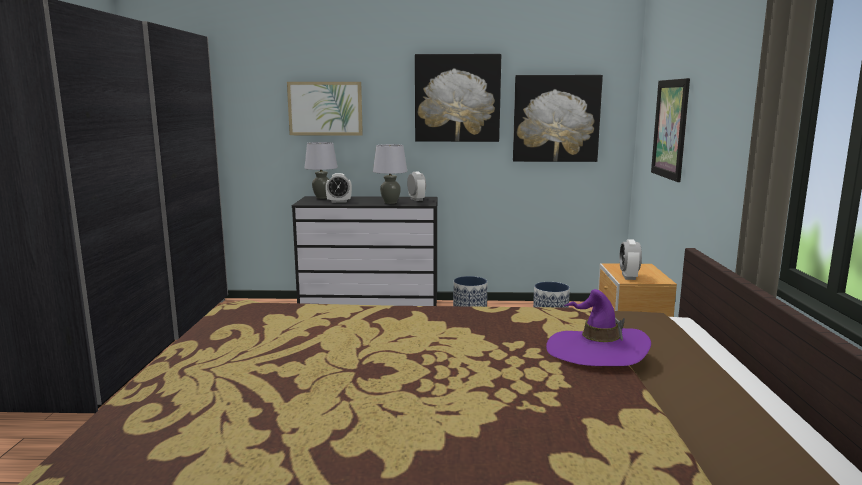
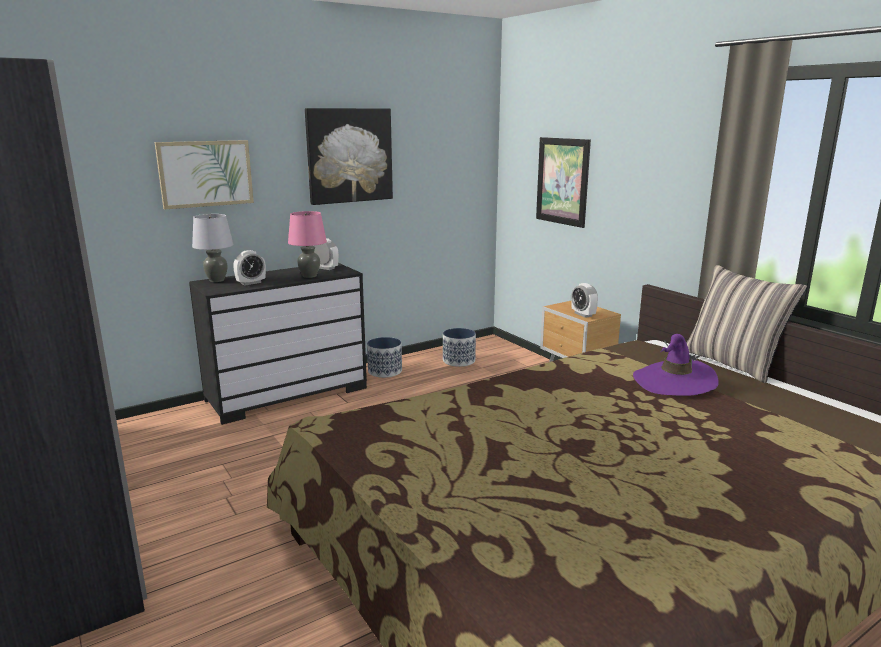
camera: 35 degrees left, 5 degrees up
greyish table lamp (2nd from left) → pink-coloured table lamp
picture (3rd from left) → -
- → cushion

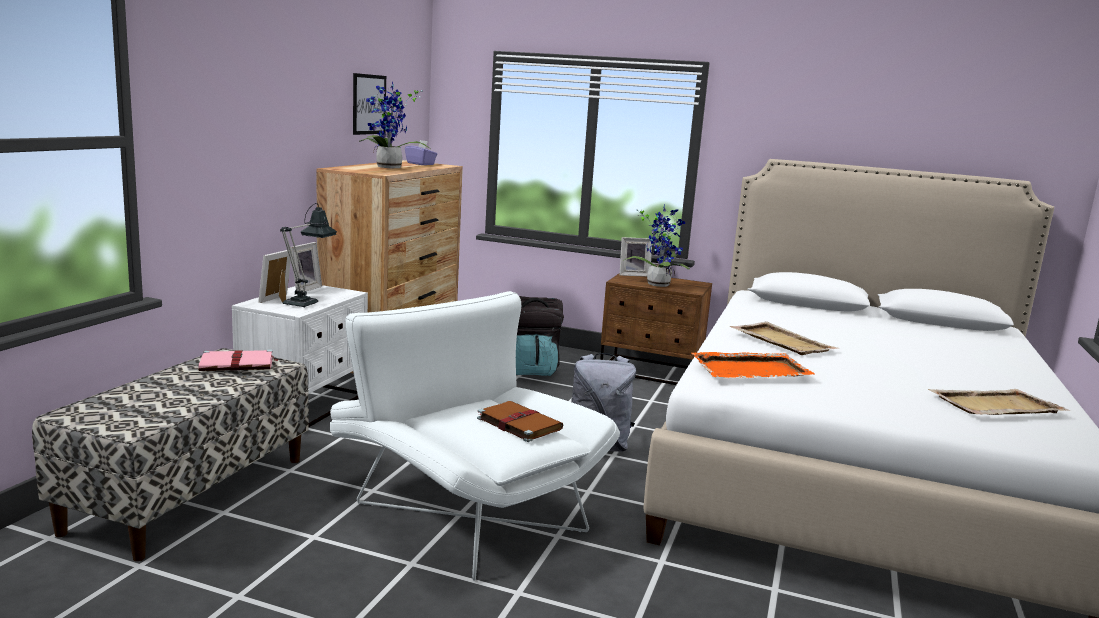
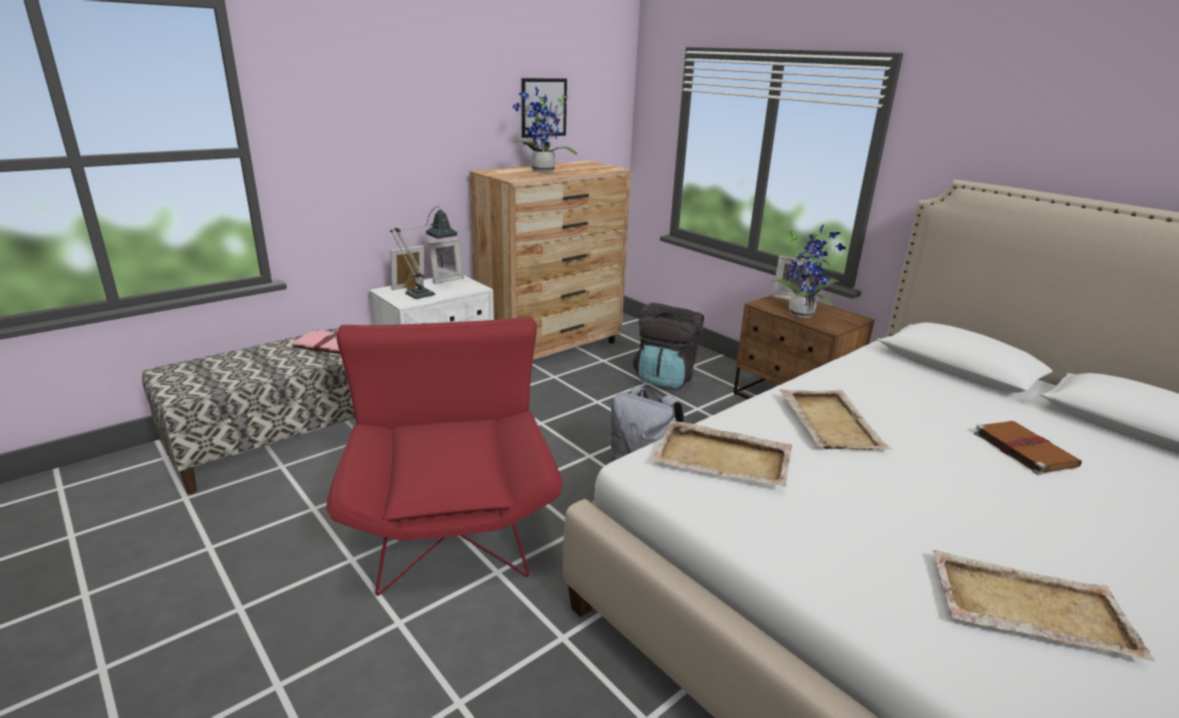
camera: 30 degrees right, 10 degrees up
white easy chair → reddish easy chair
purple tissue box → -
brown-coloured book, moved
orange-coloured serving tray → sand-coloured serving tray (1st from left)

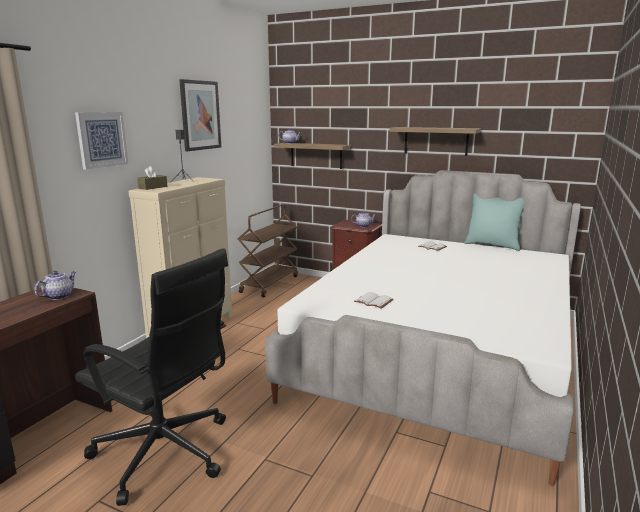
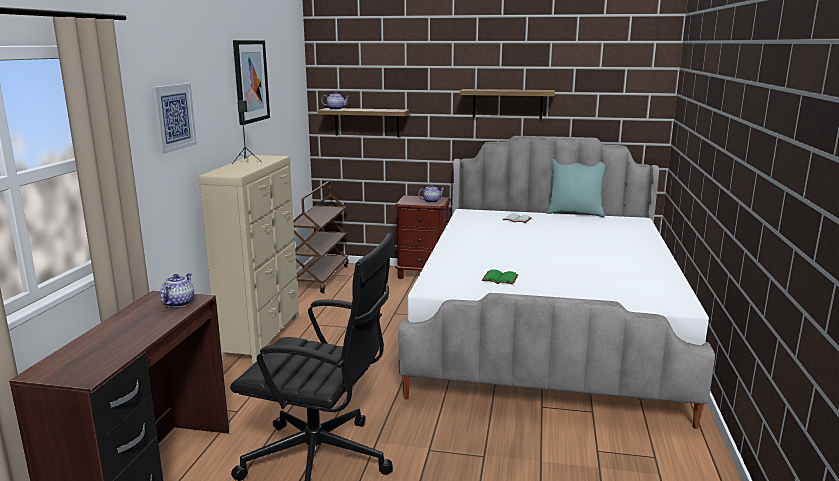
camera: 15 degrees left, 0 degrees up
brown-coloured tissue box → -
white book (1st from left) → green book

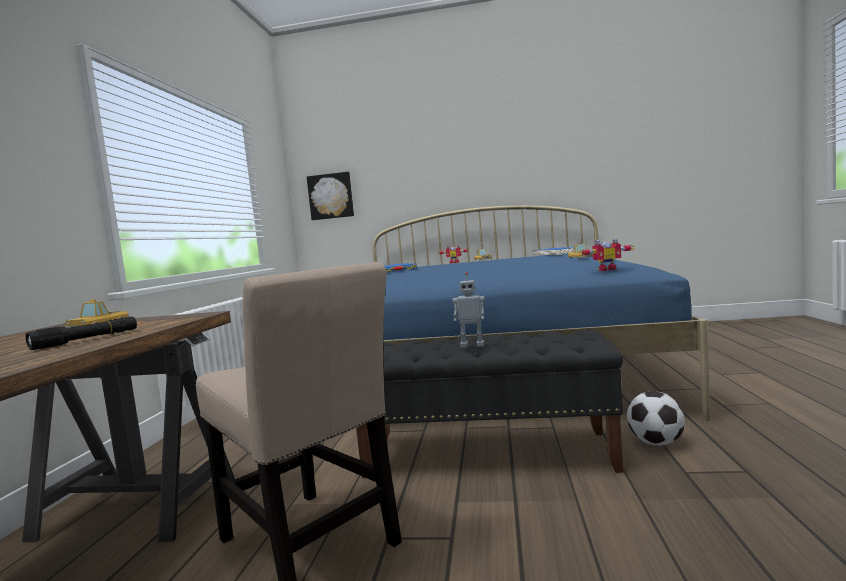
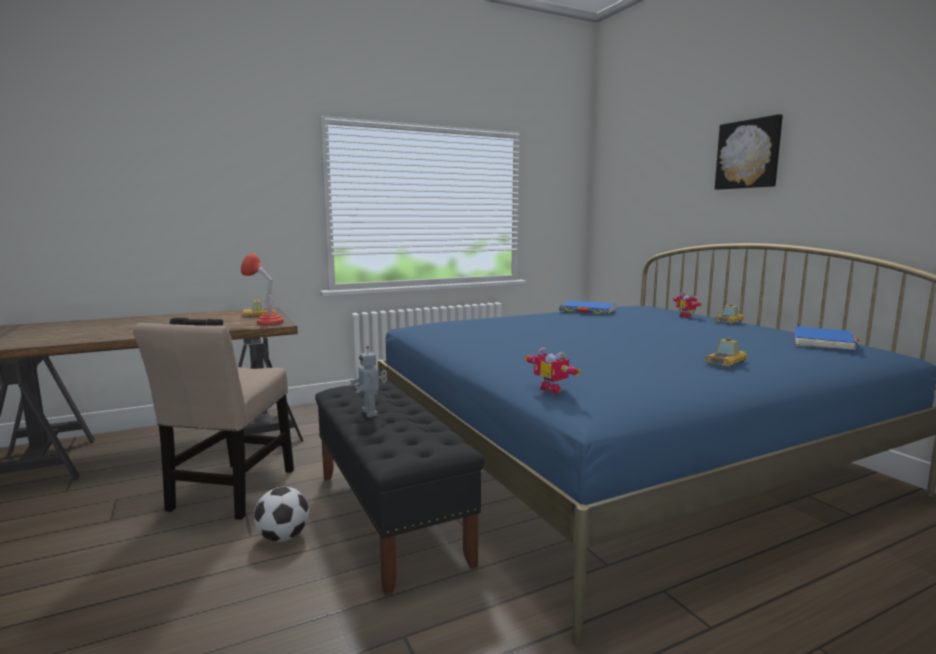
camera: 55 degrees right, 5 degrees up
picture, moved
ball for football, moved
- → reddish table lamp

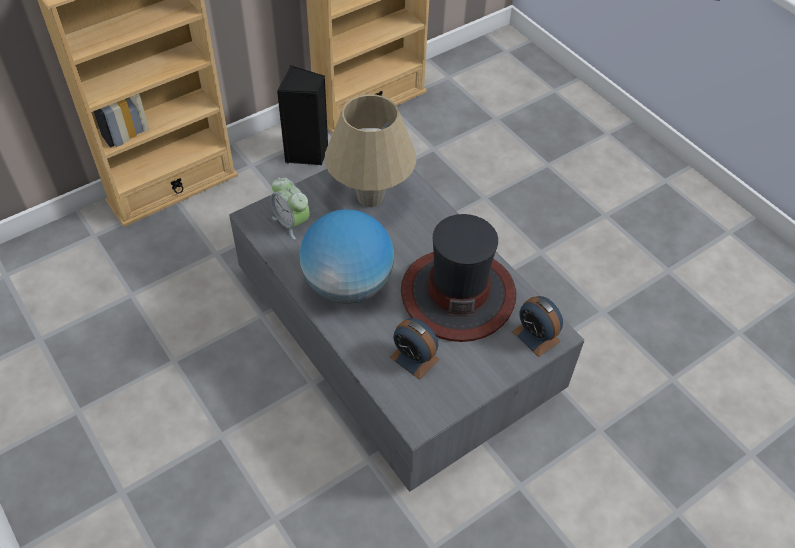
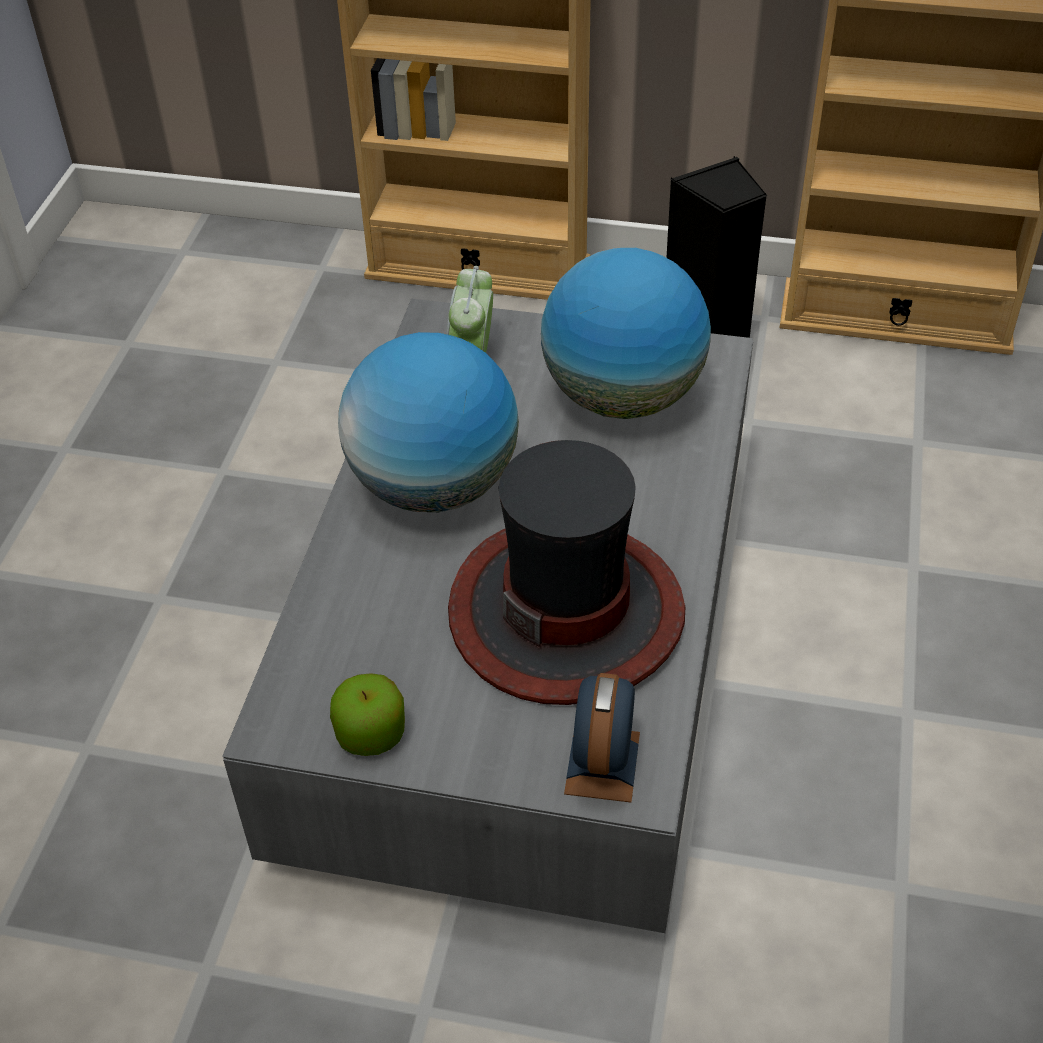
camera: 50 degrees right, 5 degrees down
sand-coloured table lamp → globe (2nd from left)
bedside clock (2nd from left) → -
- → whole apple

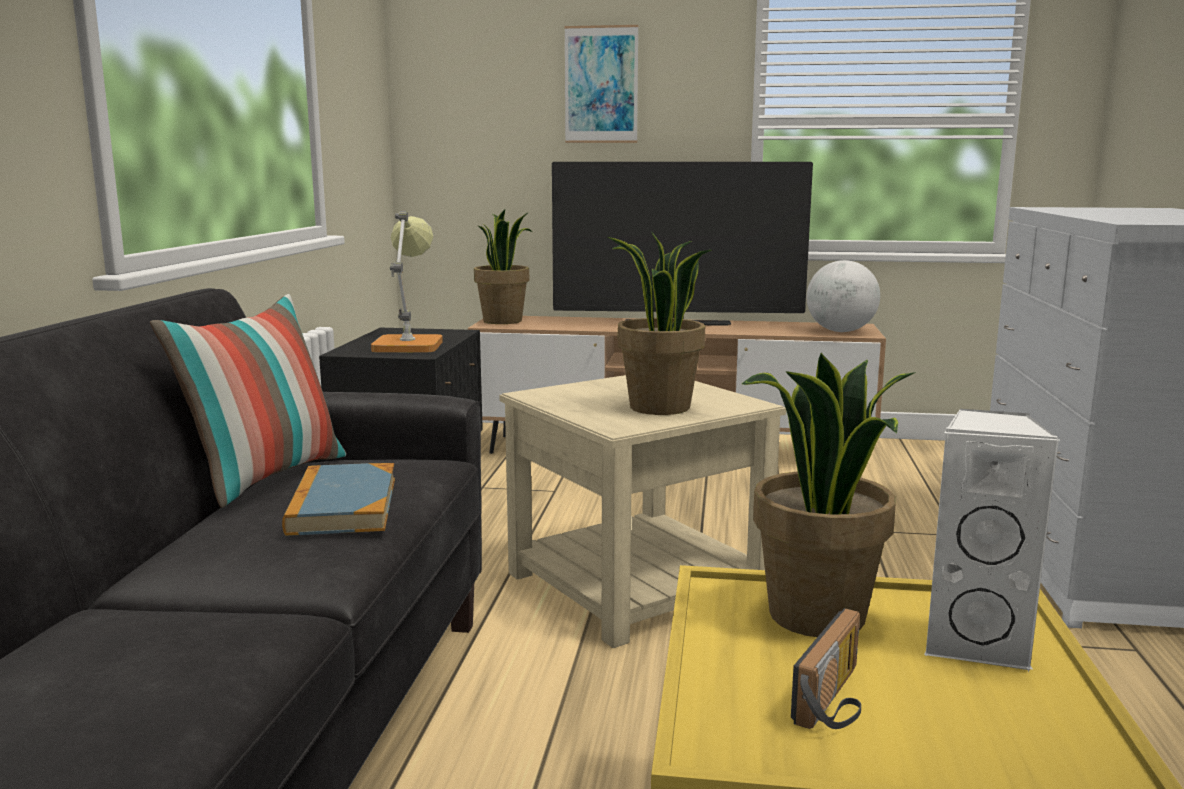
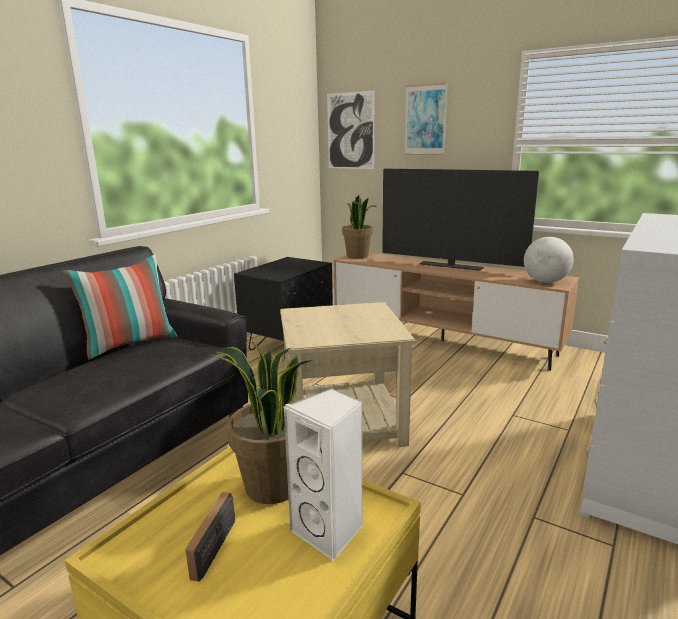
camera: 25 degrees right, 5 degrees up
book → -
table lamp → -
houseplant (2nd from left) → -
radio receiver, 135 degrees clockwise
- → picture (1st from left)

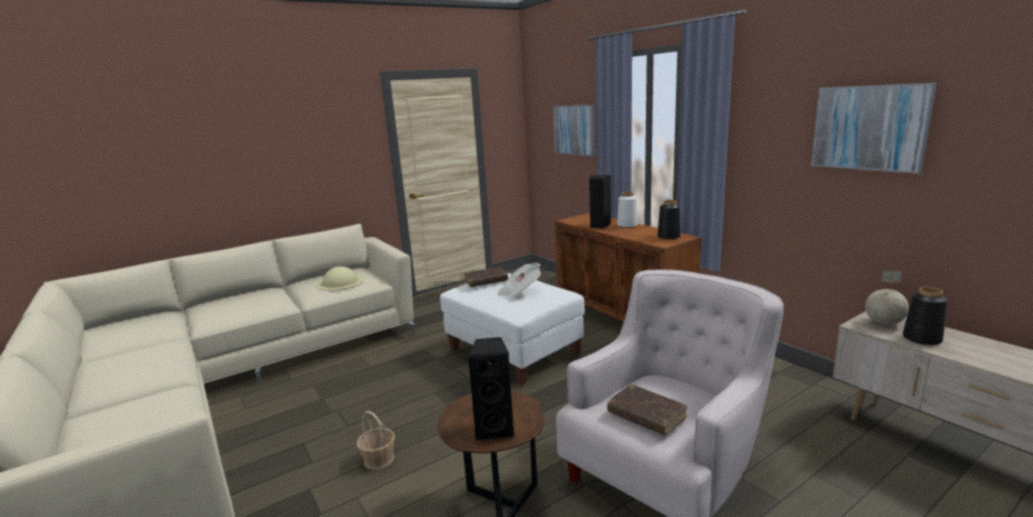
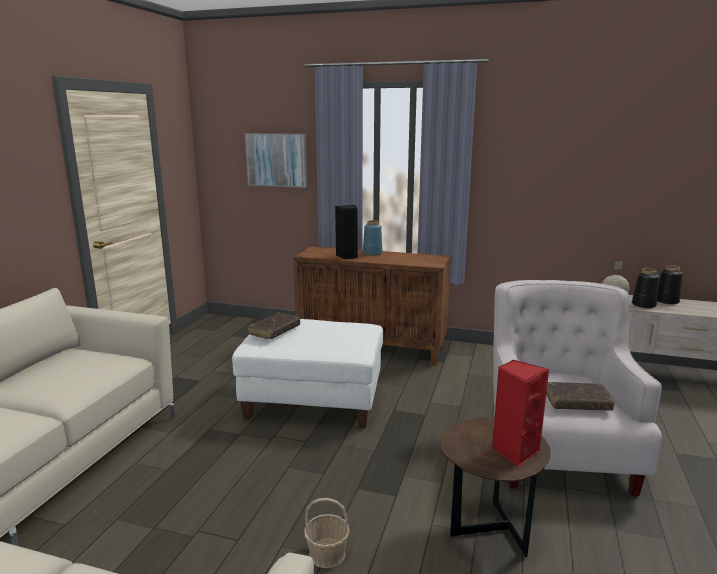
camera: 40 degrees left, 0 degrees up
sand-coloured clothing hat → -
black-coloured speaker (1st from left) → reddish speaker
newspaper → -
white vase → bluish vase
black-coloured vase (1st from left in the first image) → black-coloured vase (2nd from left), moved
picture (2nd from left) → -

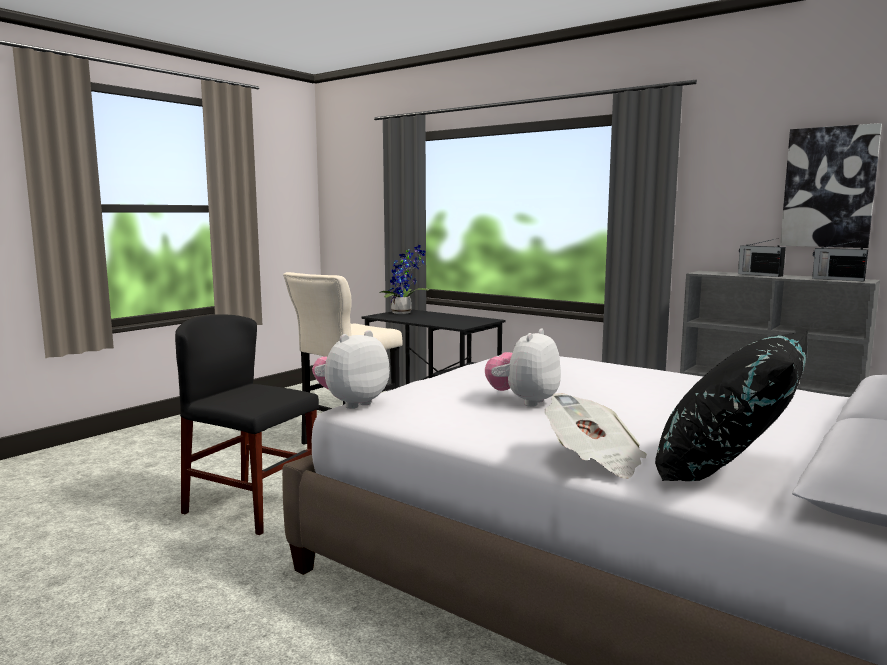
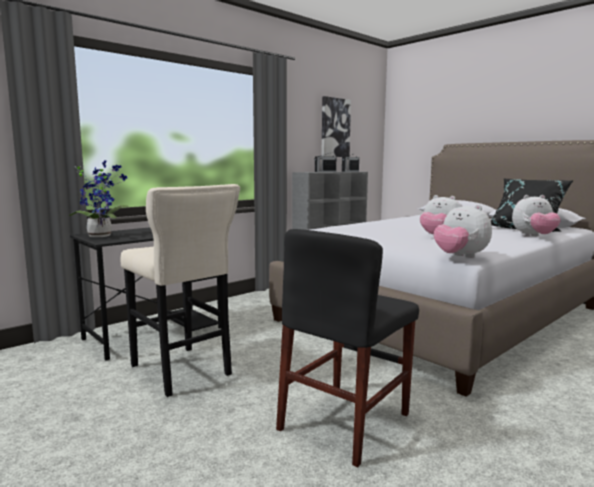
camera: 80 degrees left, 0 degrees up
newspaper → soft toy (3rd from left)

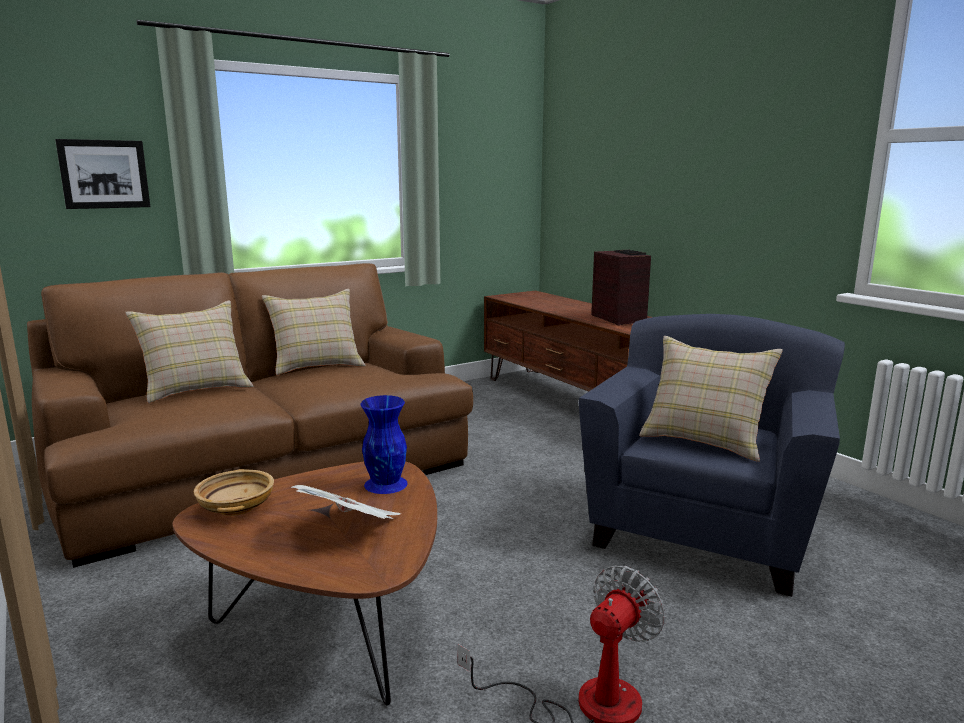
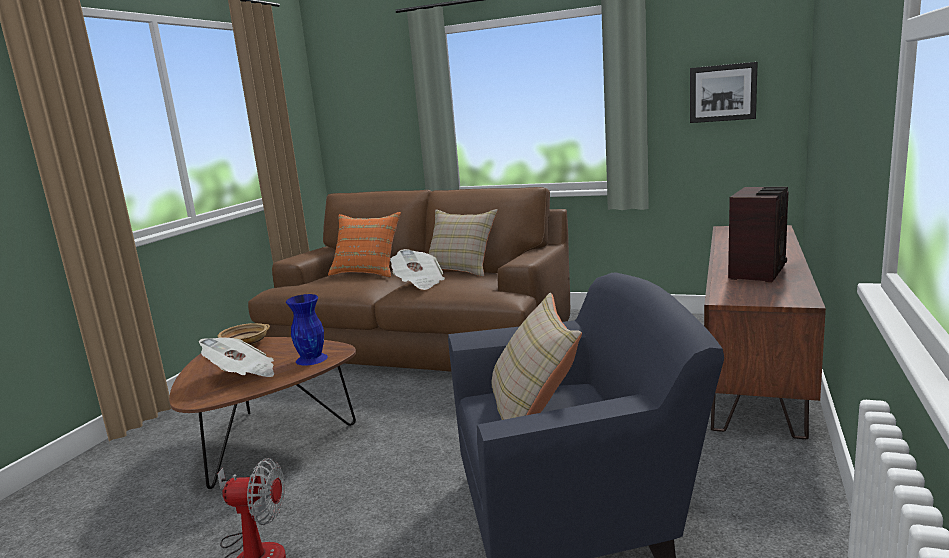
camera: 55 degrees right, 0 degrees up
picture, moved
sand-coloured cushion (1st from left) → orange-coloured cushion
- → newspaper (2nd from left)

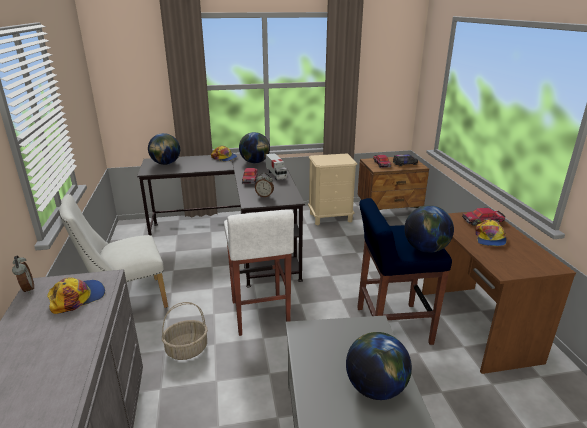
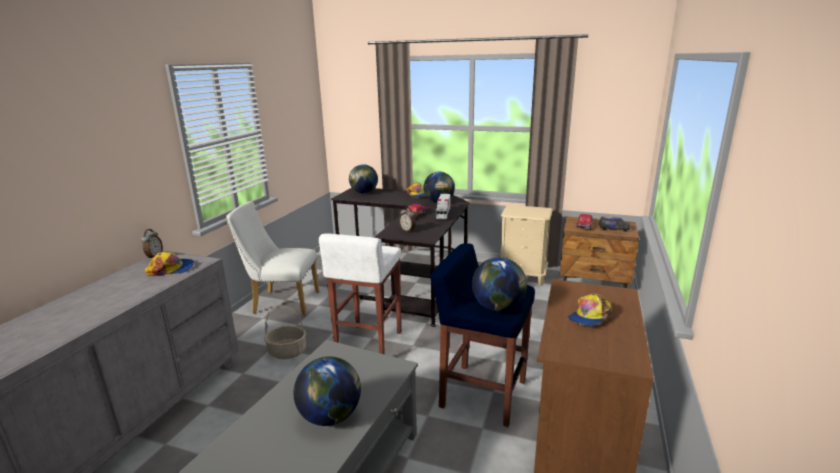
camera: 30 degrees right, 5 degrees down
model car (3rd from left) → -

